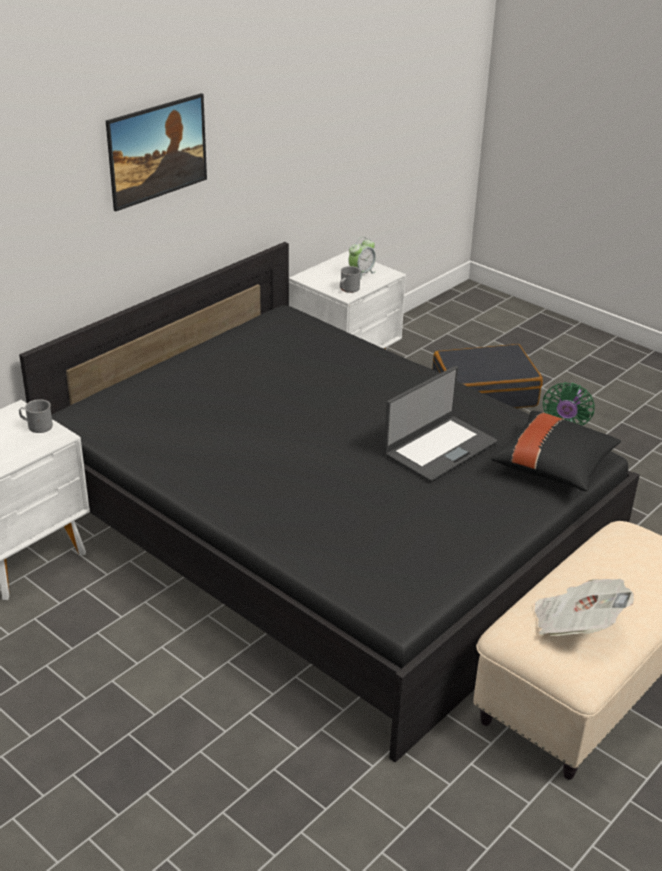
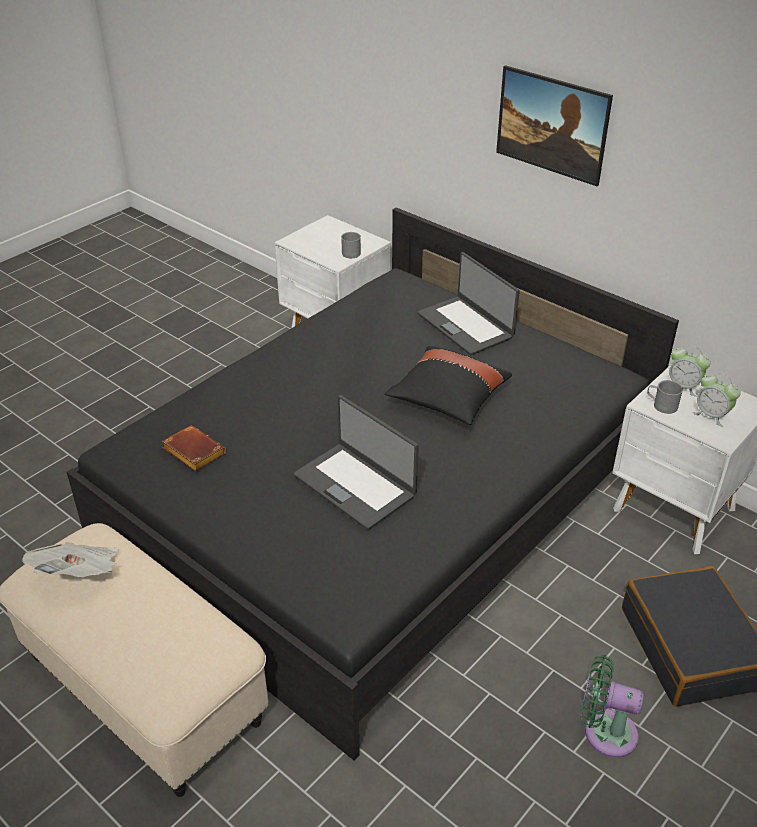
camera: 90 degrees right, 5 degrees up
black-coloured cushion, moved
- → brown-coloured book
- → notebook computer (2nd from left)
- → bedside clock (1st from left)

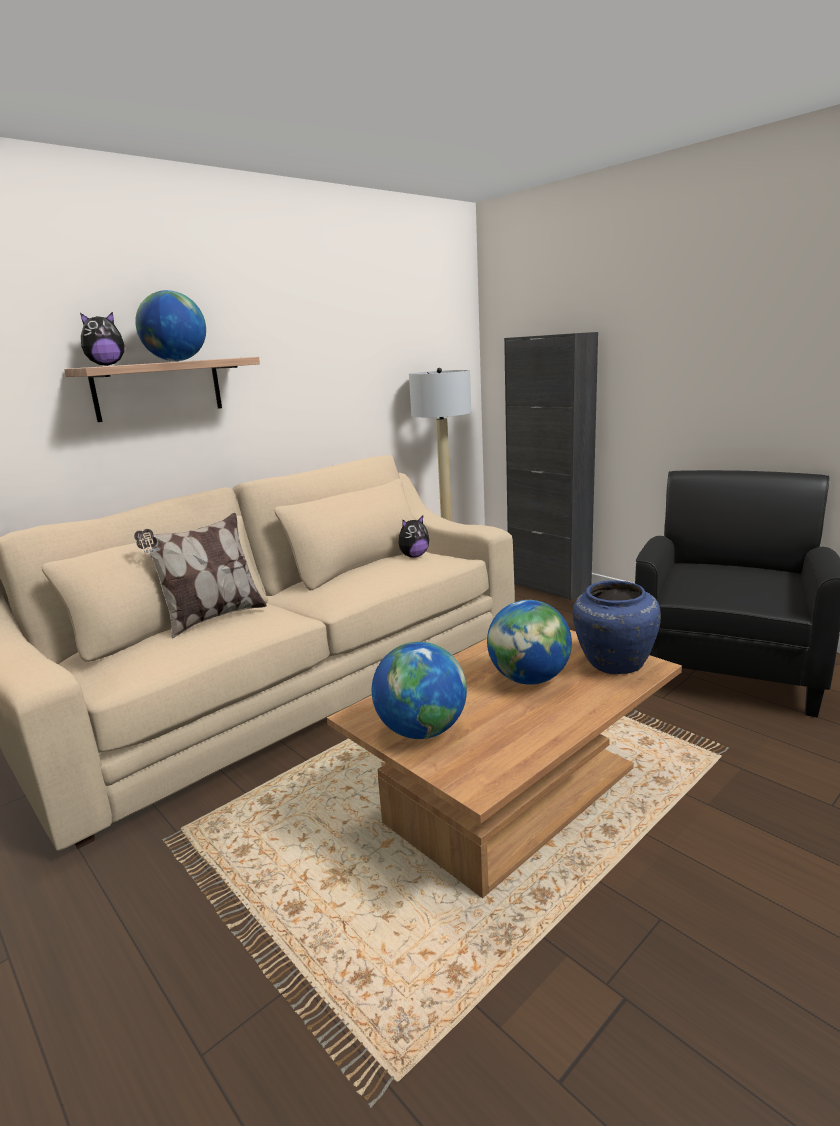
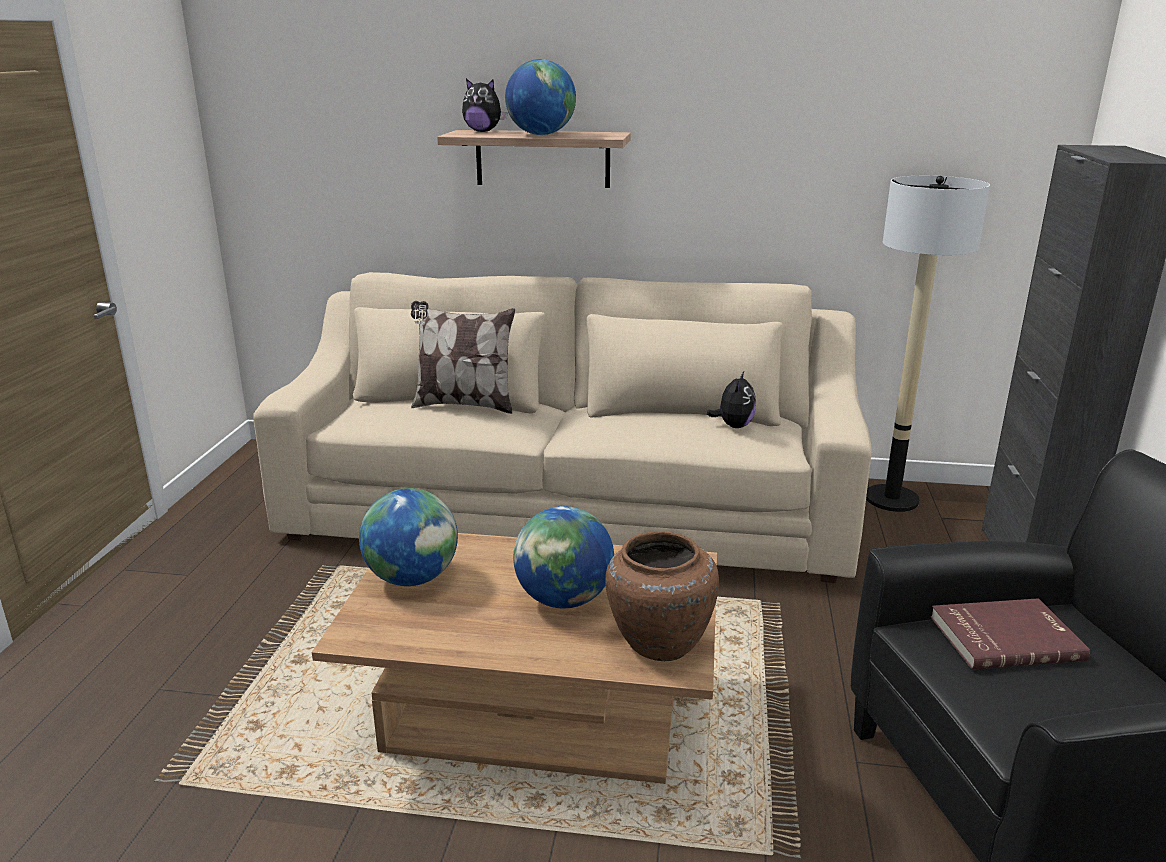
camera: 50 degrees right, 5 degrees up
soft toy (2nd from left), 90 degrees counterclockwise
bluish vase → brown-coloured vase
- → reddish book

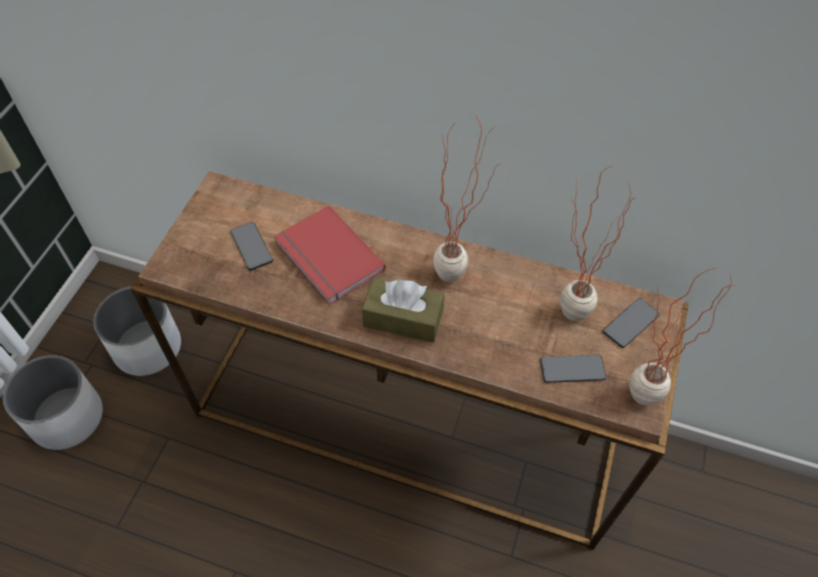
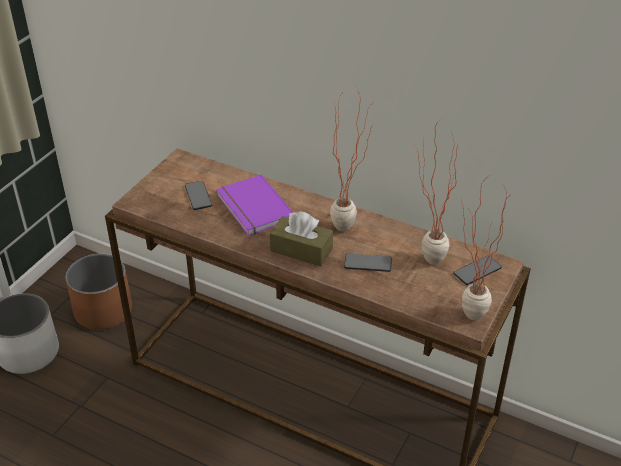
camera: 10 degrees right, 15 degrees down
white planter (2nd from left) → brown-coloured planter
reddish book → purple book
telephone (2nd from left), moved

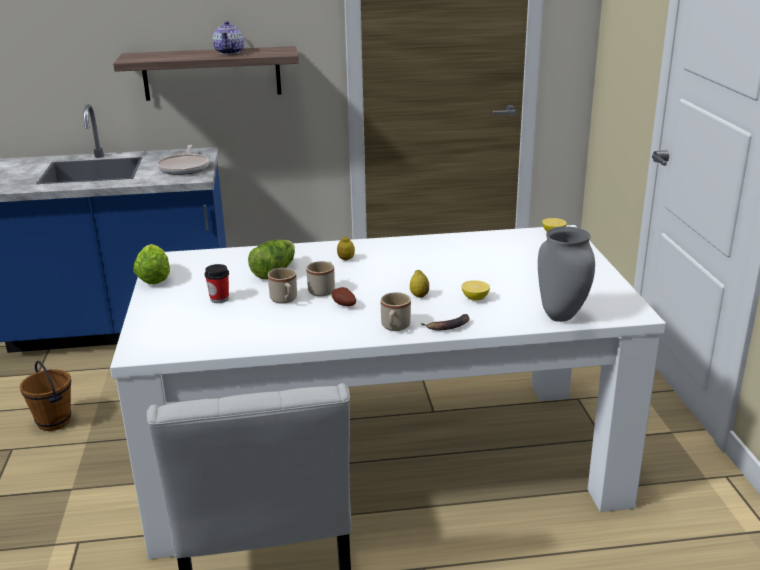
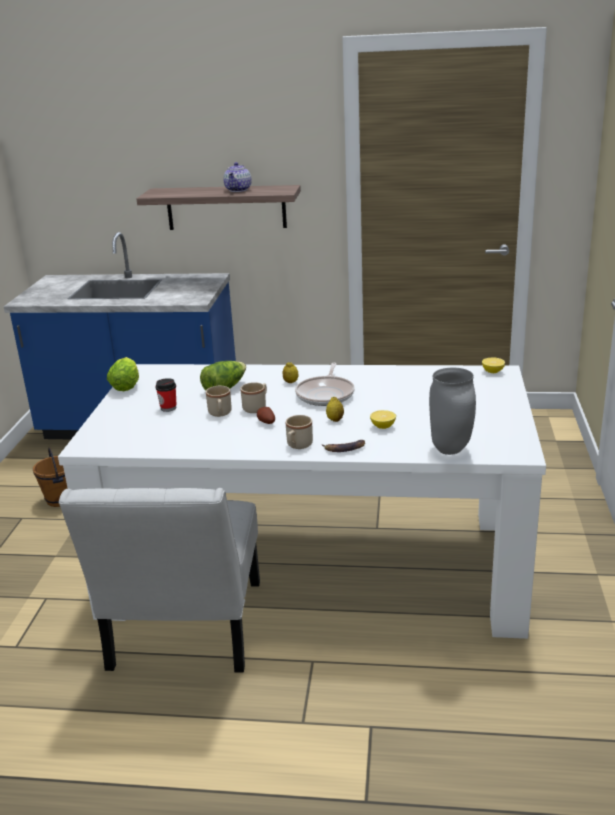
camera: 15 degrees right, 0 degrees up
pan, moved

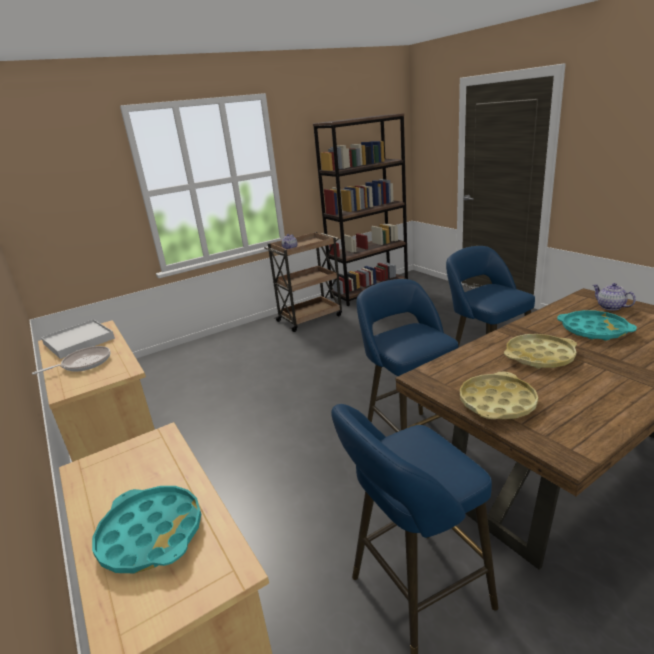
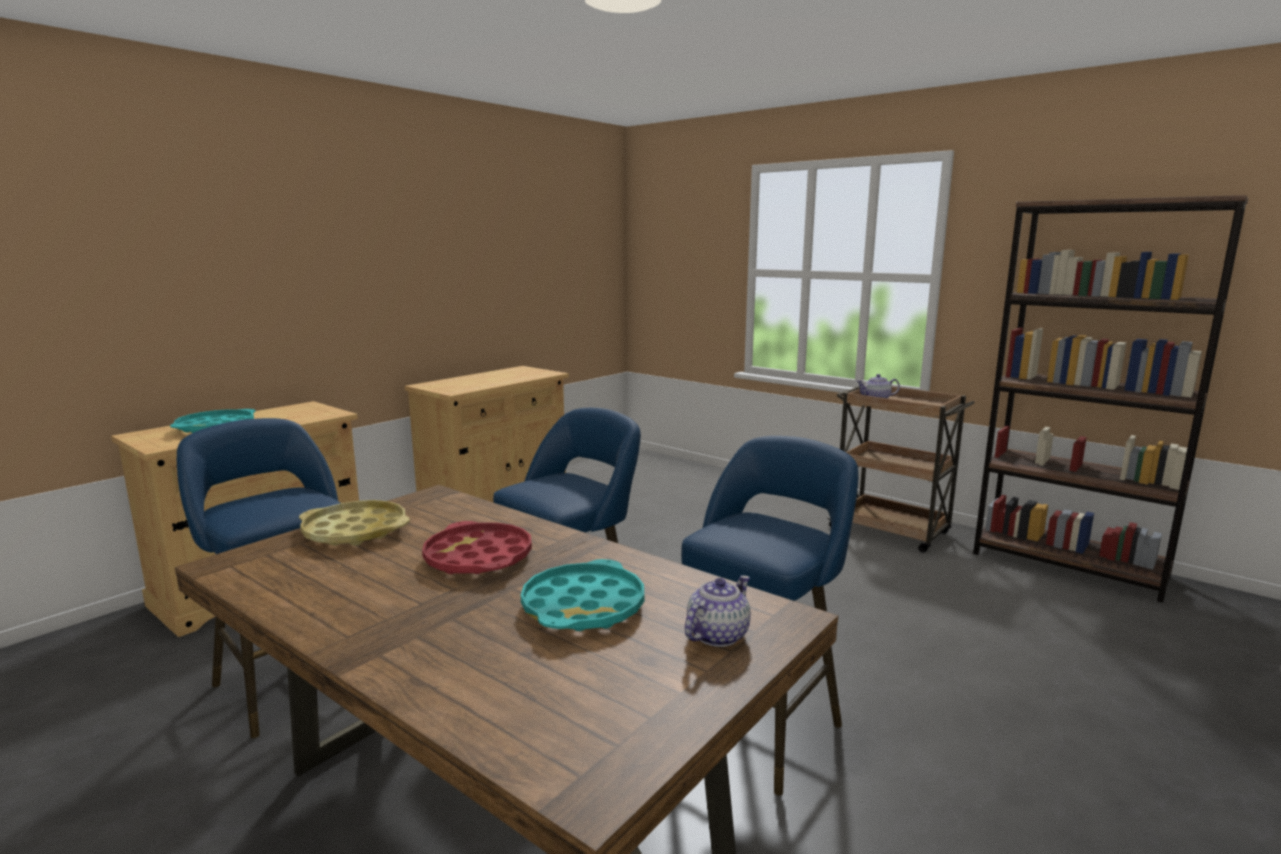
camera: 70 degrees right, 10 degrees down
pan → -
white serving tray → -
yellow serving tray (2nd from left) → reddish serving tray

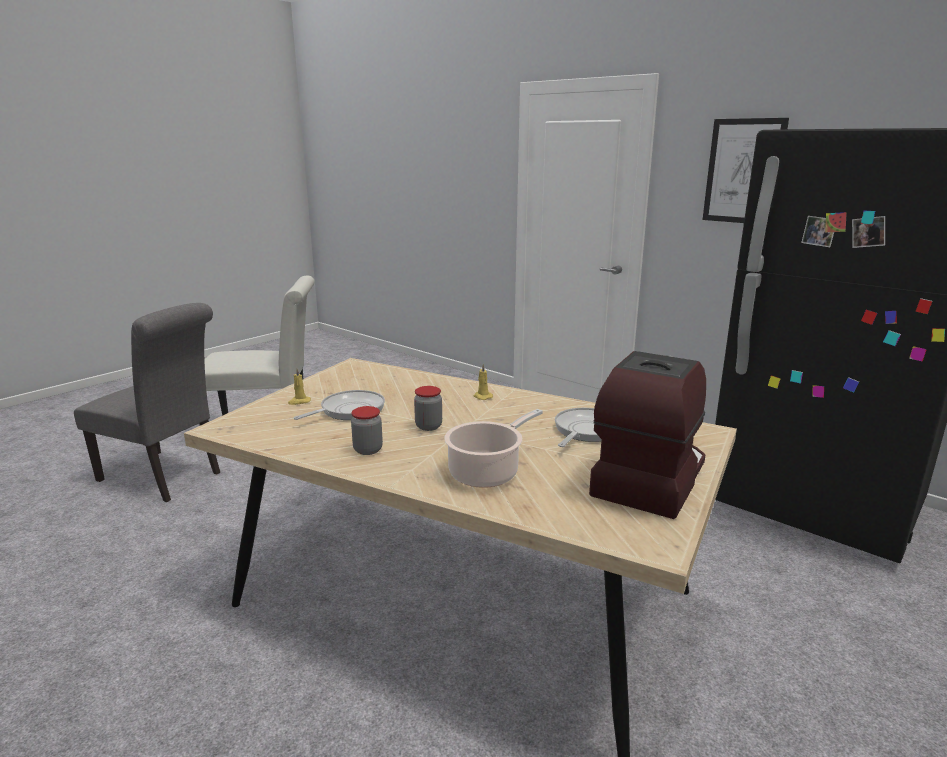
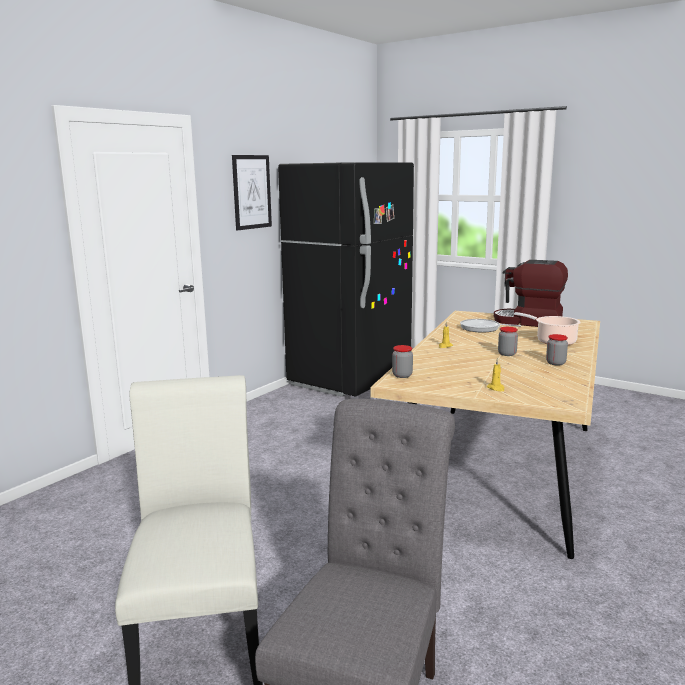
camera: 95 degrees left, 5 degrees down
pan (1st from left) → -
- → storage jar (1st from left)

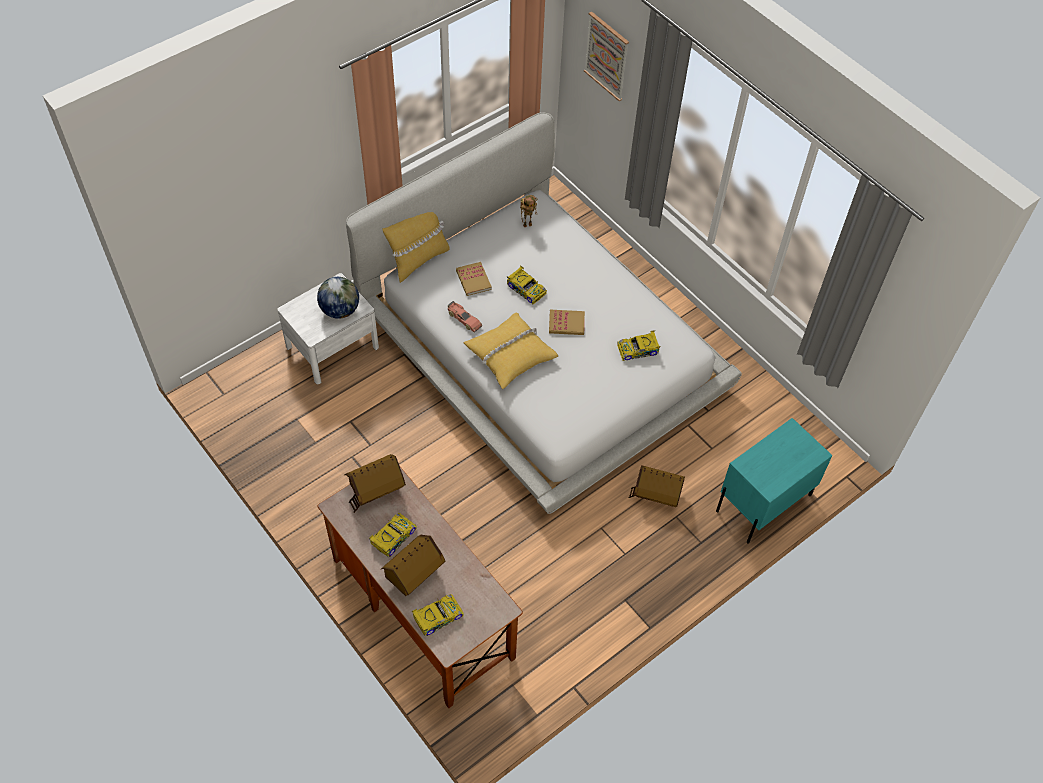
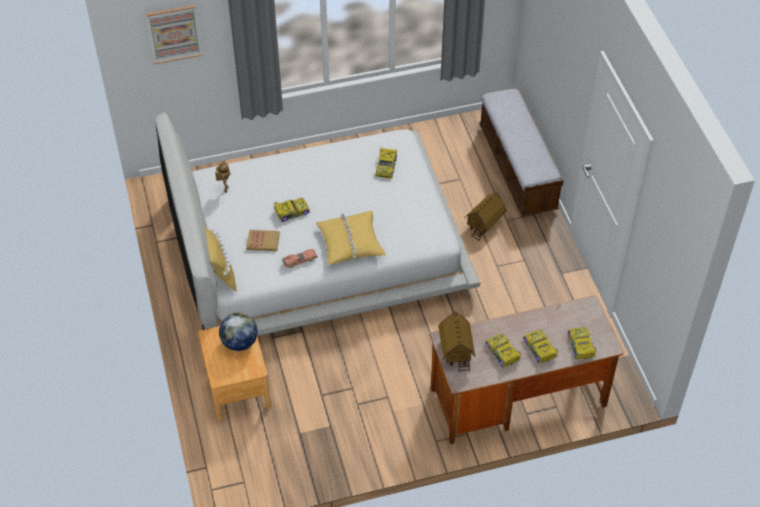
camera: 65 degrees left, 5 degrees down
white night table → brown-coloured night table
miniature house (2nd from left) → model car (5th from left)
book (2nd from left) → -
turquoise-coloured night table → indoor bench

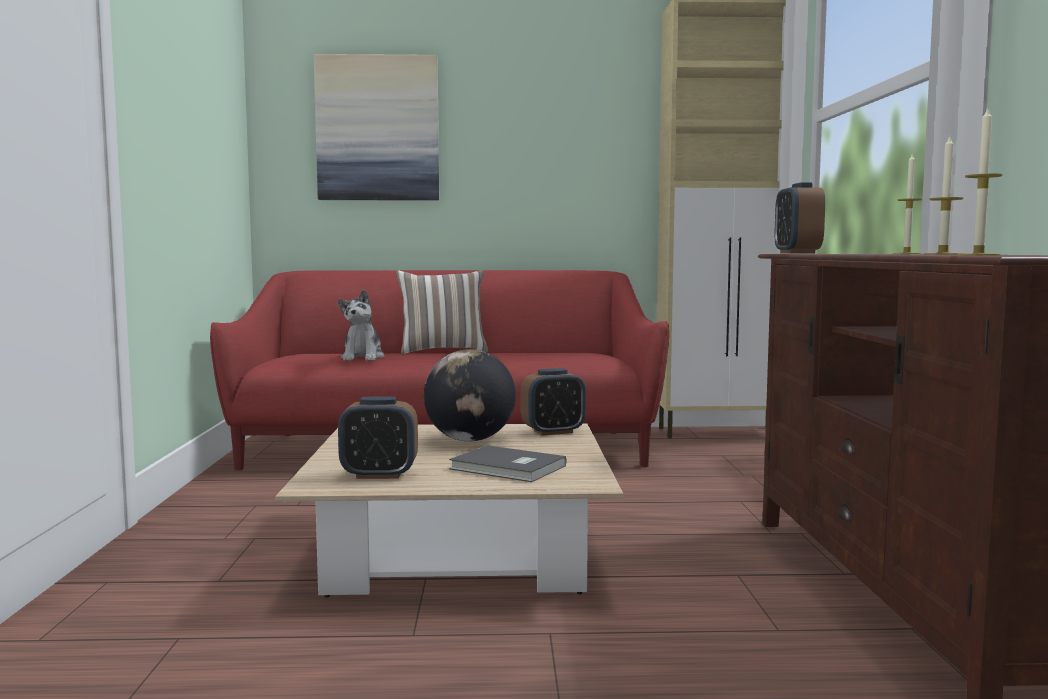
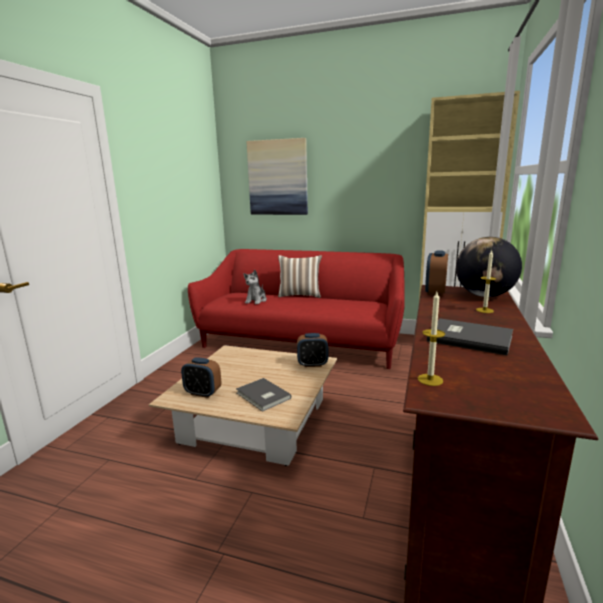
camera: 20 degrees right, 10 degrees up
globe, moved
candle (2nd from left) → greyish book (2nd from left)

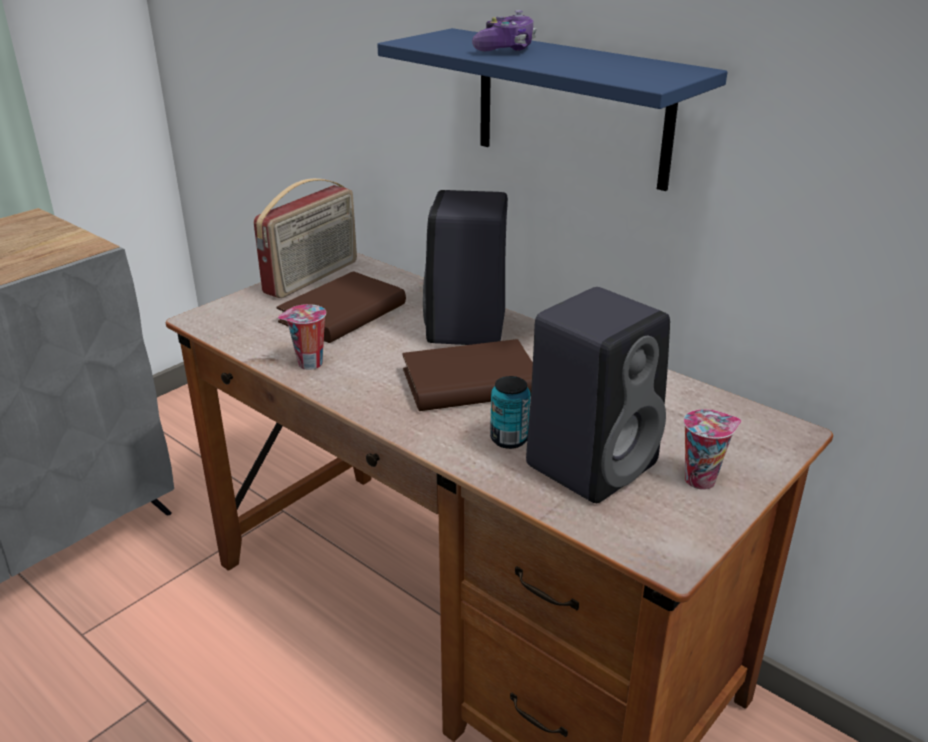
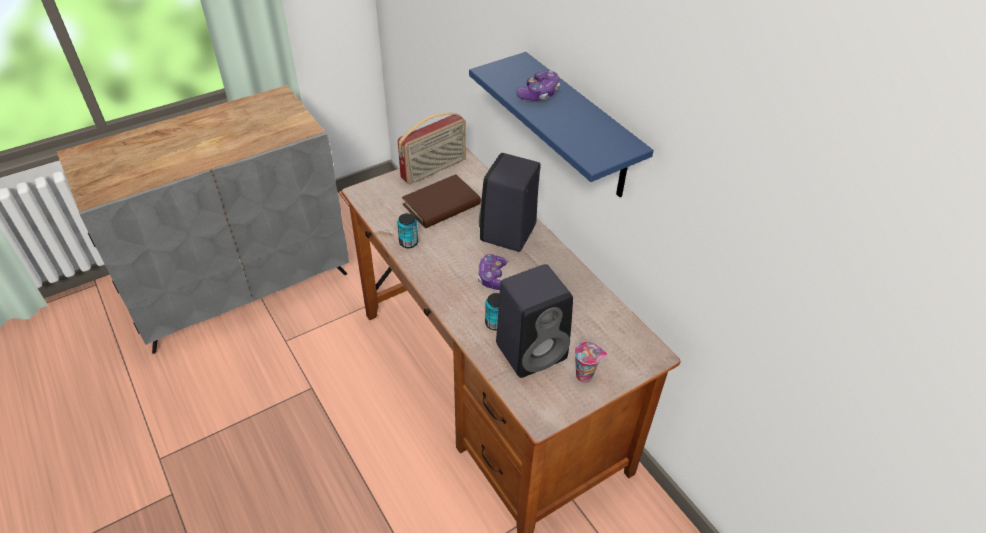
camera: 15 degrees right, 15 degrees up
small cup (1st from left) → can (1st from left)
brown-coloured book (2nd from left) → gamepad (1st from left)

